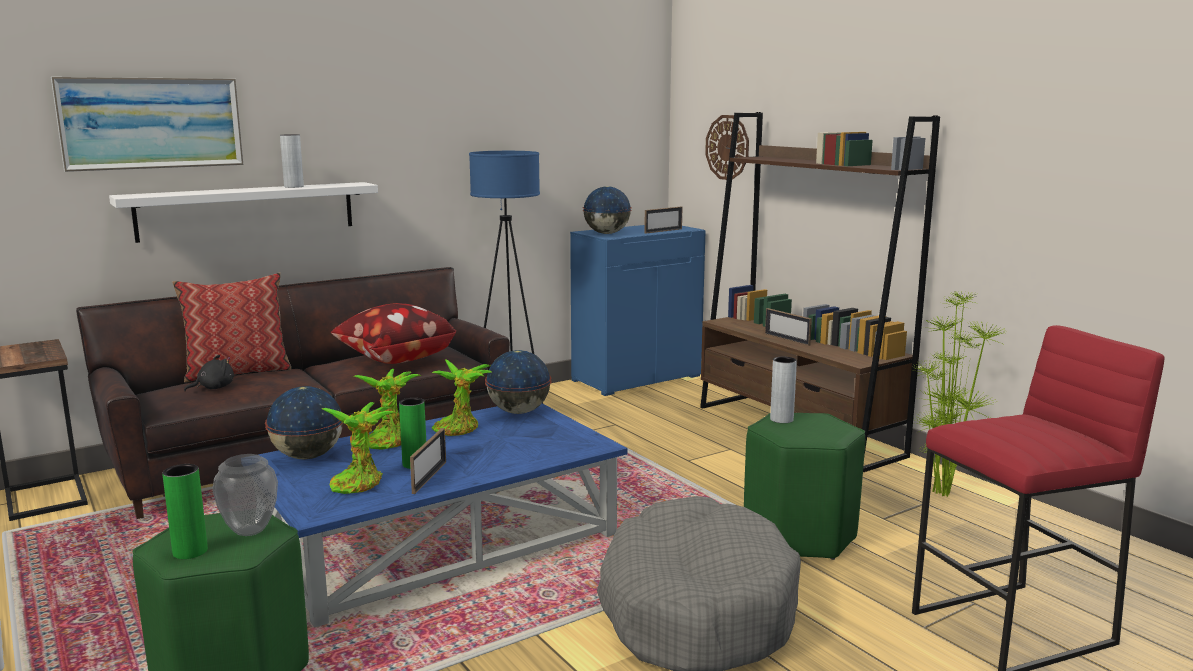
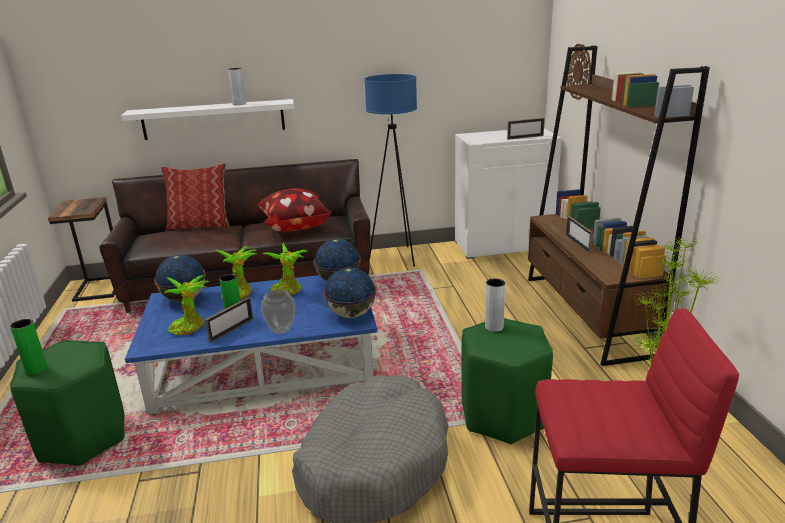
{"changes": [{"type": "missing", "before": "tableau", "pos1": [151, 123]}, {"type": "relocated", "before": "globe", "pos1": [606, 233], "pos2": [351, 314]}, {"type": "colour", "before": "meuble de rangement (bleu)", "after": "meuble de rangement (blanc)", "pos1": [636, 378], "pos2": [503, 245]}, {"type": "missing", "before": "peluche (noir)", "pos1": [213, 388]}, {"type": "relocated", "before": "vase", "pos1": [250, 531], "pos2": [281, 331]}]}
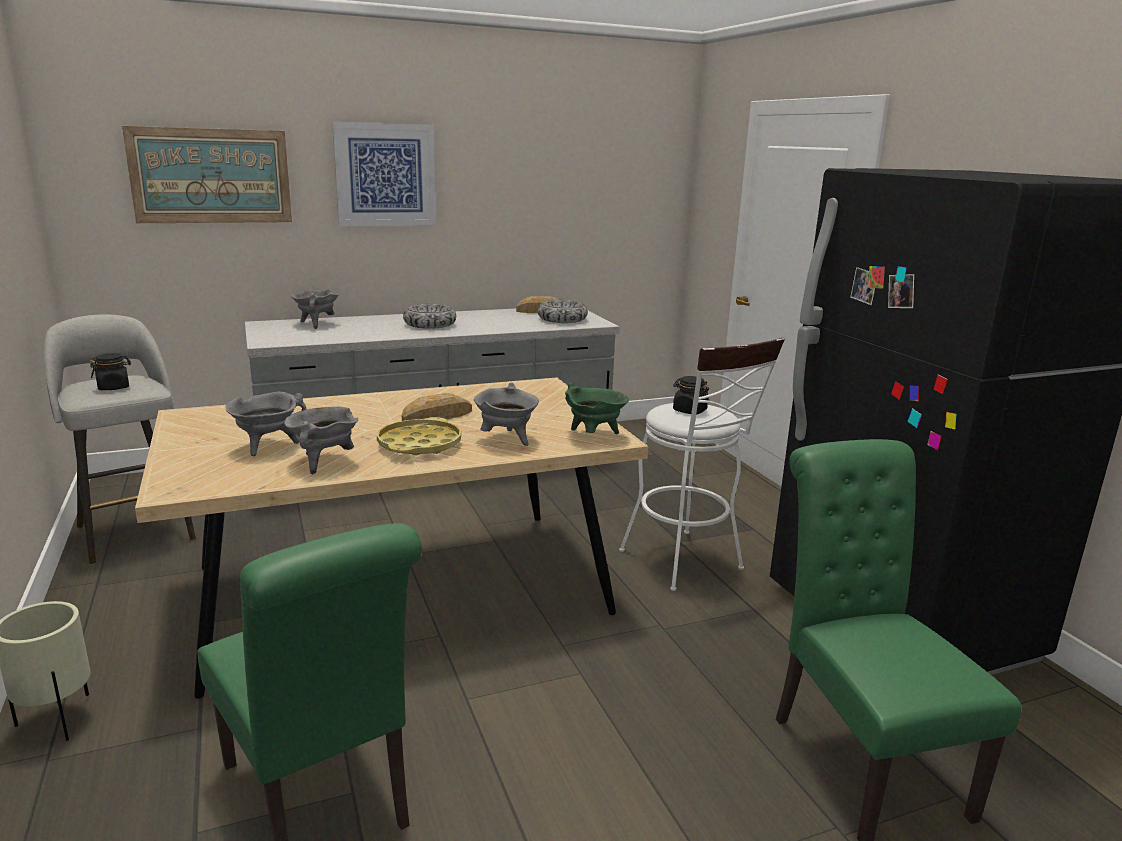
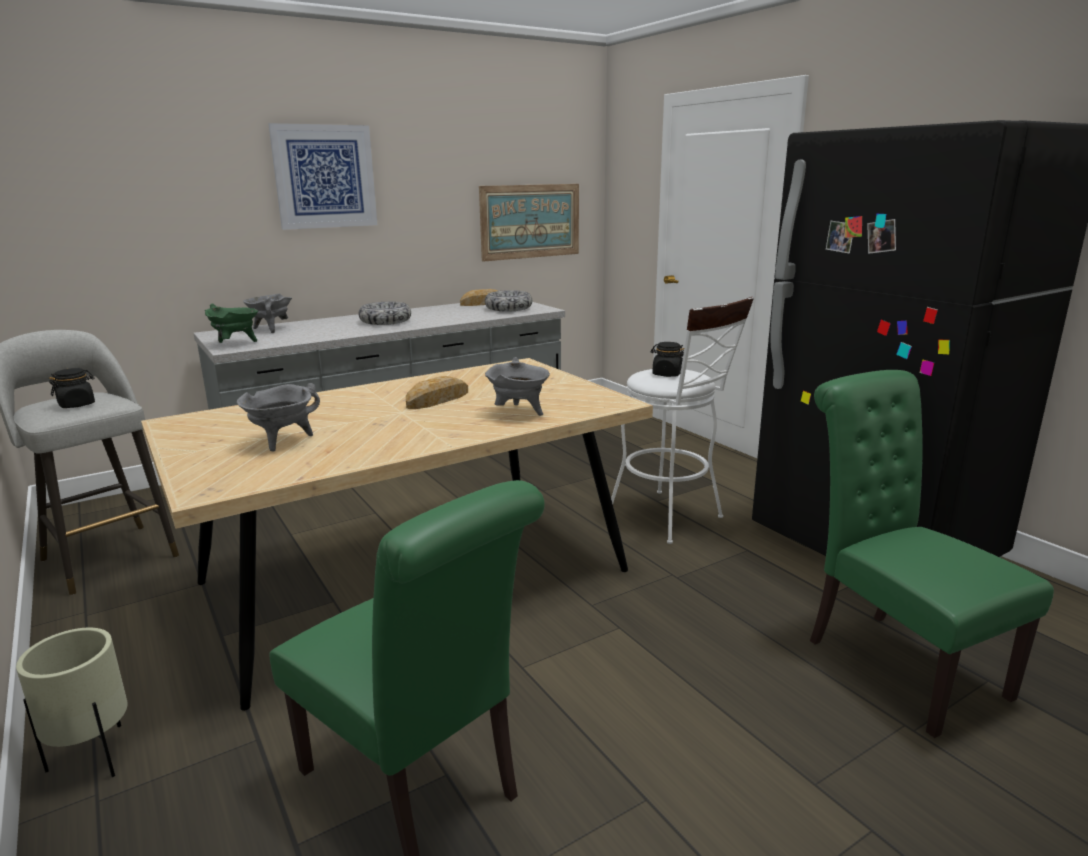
{"changes": [{"type": "relocated", "before": "tableau", "pos1": [211, 176], "pos2": [530, 221]}, {"type": "relocated", "before": "marmite (vert)", "pos1": [594, 436], "pos2": [235, 344]}, {"type": "missing", "before": "marmite (gris)", "pos1": [324, 462]}, {"type": "missing", "before": "plateau (jaune)", "pos1": [419, 445]}]}
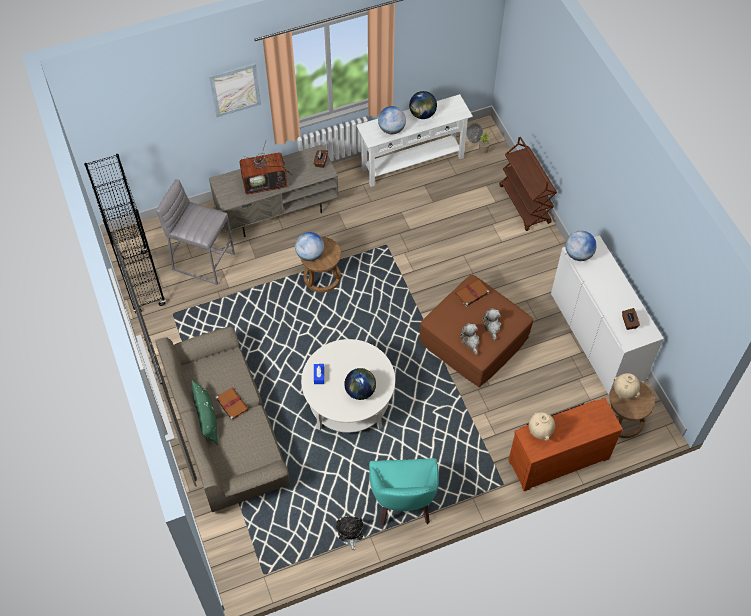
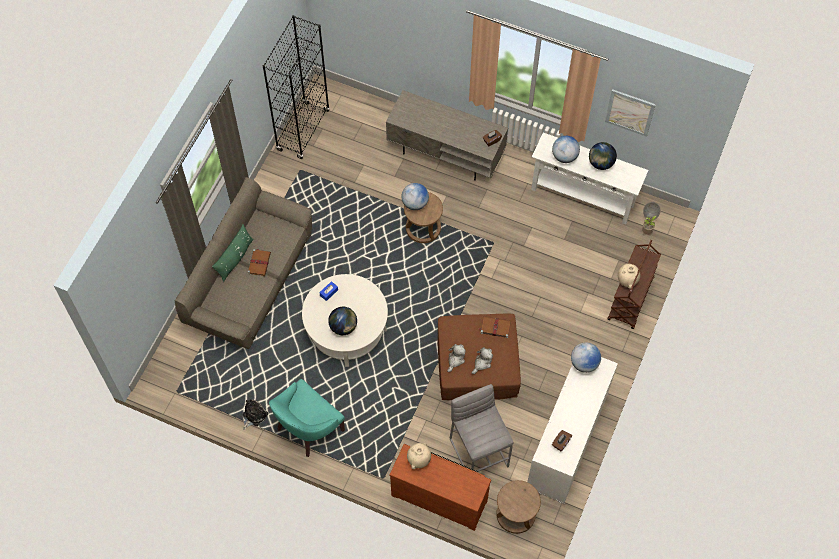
{"changes": [{"type": "relocated", "before": "tableau", "pos1": [235, 89], "pos2": [630, 112]}, {"type": "missing", "before": "téléviseur", "pos1": [266, 182]}, {"type": "relocated", "before": "tabouret (gris)", "pos1": [203, 261], "pos2": [479, 452]}, {"type": "relocated", "before": "vase (beige)", "pos1": [624, 392], "pos2": [627, 281]}]}
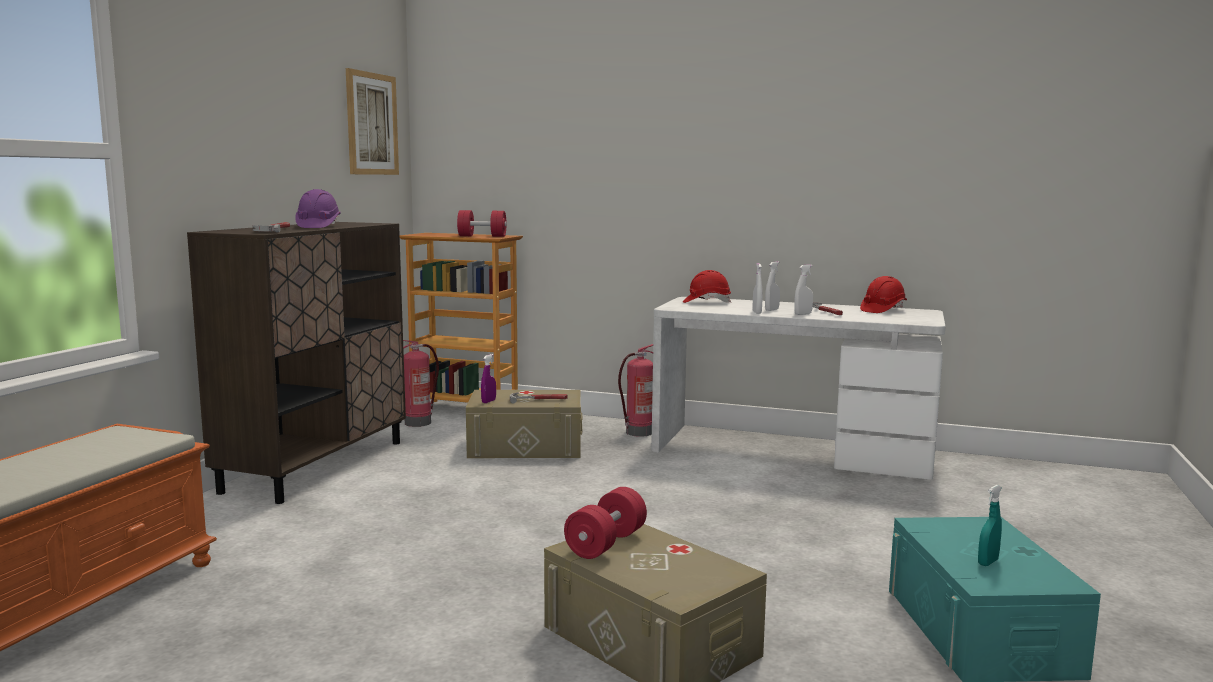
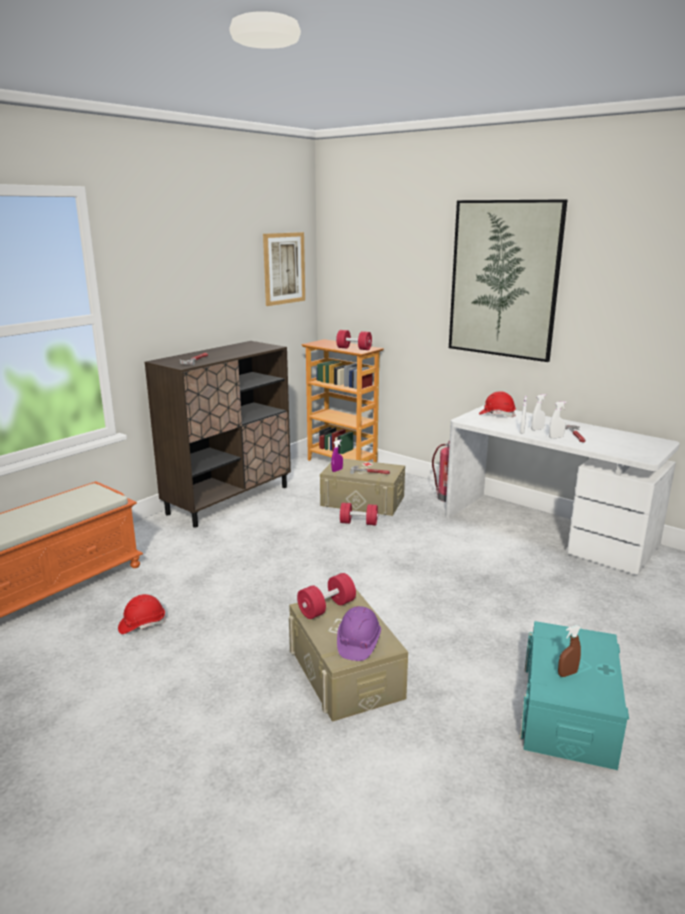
{"changes": [{"type": "relocated", "before": "casque de chantier (violet)", "pos1": [318, 227], "pos2": [358, 643]}, {"type": "relocated", "before": "casque de chantier (rouge)", "pos1": [882, 310], "pos2": [142, 624]}, {"type": "missing", "before": "extincteur", "pos1": [419, 422]}, {"type": "colour", "before": "vaporisateur (turquoise)", "after": "vaporisateur (marron)", "pos1": [988, 562], "pos2": [567, 673]}, {"type": "appeared", "after": "tableau", "pos2": [504, 280]}, {"type": "appeared", "after": "haltère (rouge)", "pos2": [358, 523]}]}
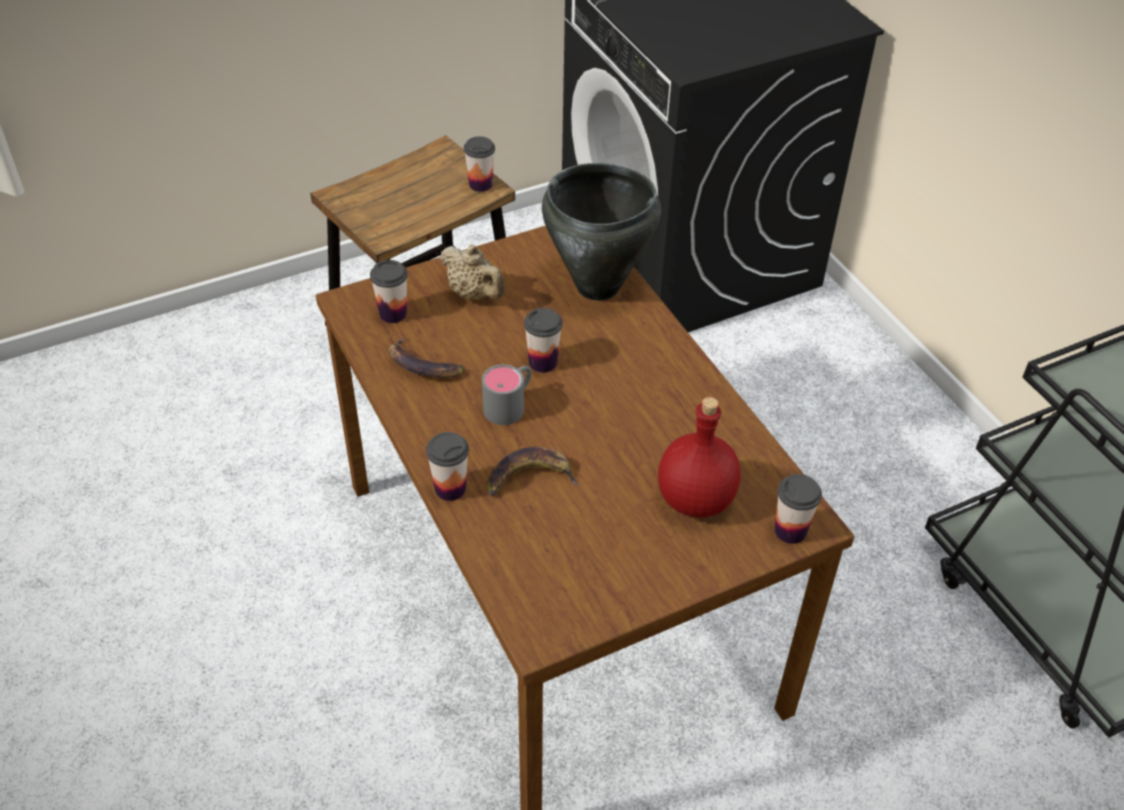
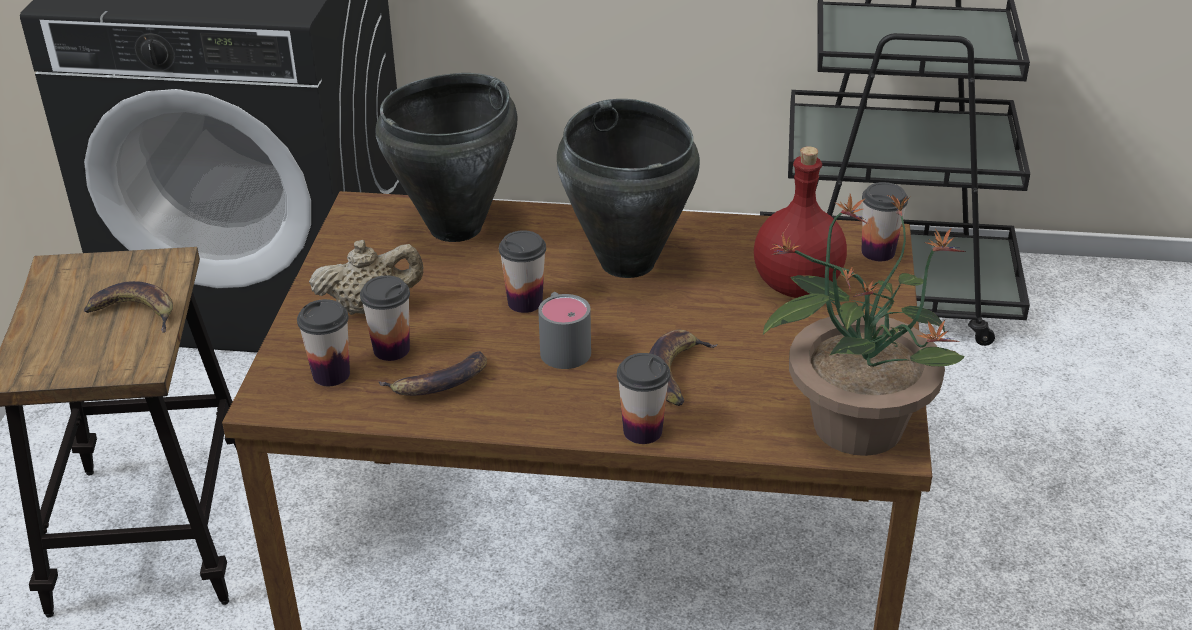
{"changes": [{"type": "relocated", "before": "tasse", "pos1": [480, 184], "pos2": [391, 349]}, {"type": "appeared", "after": "marmite (noir)", "pos2": [628, 262]}, {"type": "appeared", "after": "plante en pot", "pos2": [856, 424]}, {"type": "appeared", "after": "banane", "pos2": [135, 312]}]}
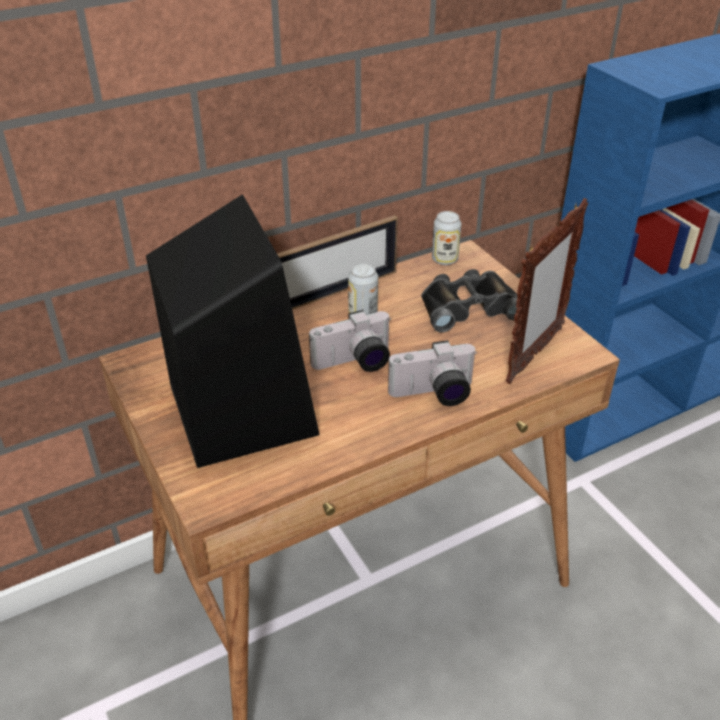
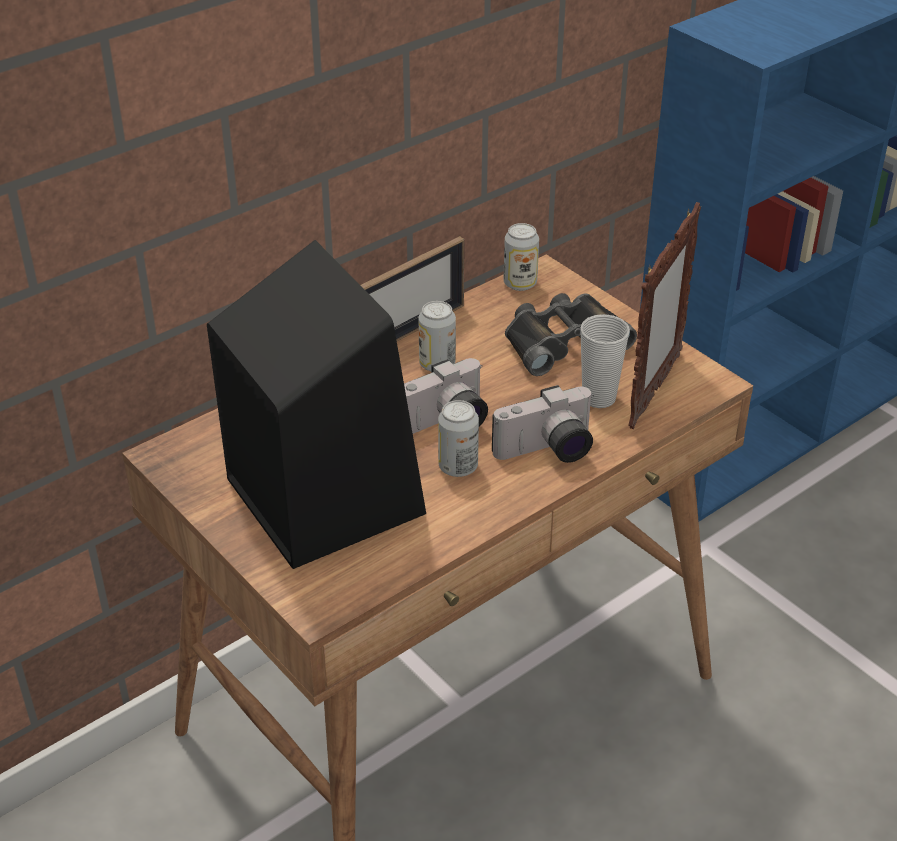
{"changes": [{"type": "appeared", "after": "tasse", "pos2": [599, 398]}, {"type": "appeared", "after": "boîte métallique", "pos2": [458, 467]}]}
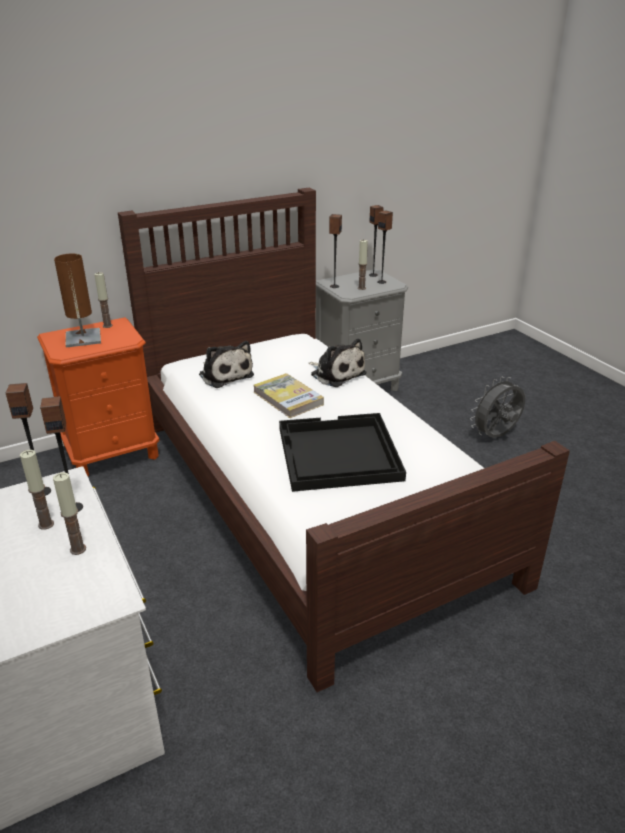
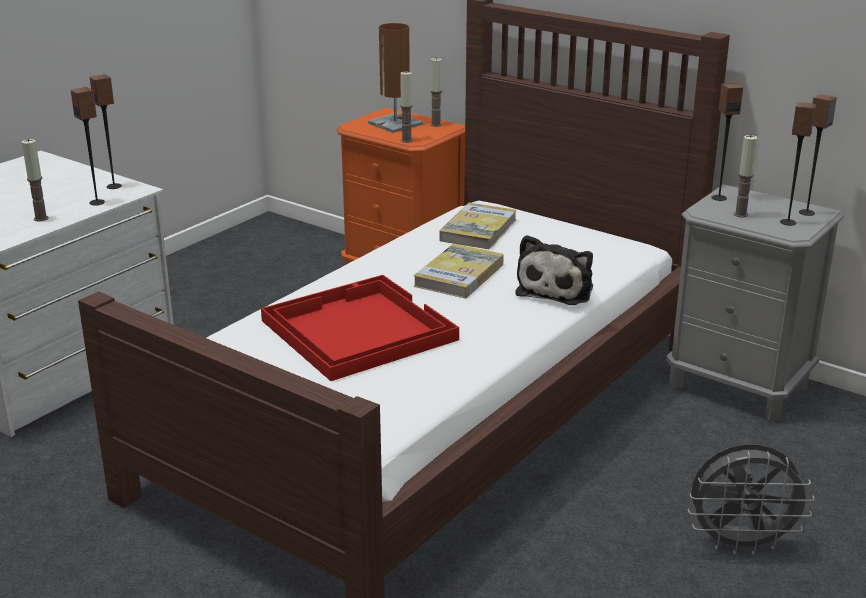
{"changes": [{"type": "exchanged", "before": "peluche", "after": "livre", "pos1": [225, 374], "pos2": [478, 230]}, {"type": "spun", "before": "ventilateur (gris)", "pos1": [495, 436], "pos2": [741, 544], "turn": 150}, {"type": "colour", "before": "plateau (noir)", "after": "plateau (rouge)", "pos1": [338, 454], "pos2": [356, 330]}, {"type": "relocated", "before": "bougie", "pos1": [46, 524], "pos2": [406, 140]}]}
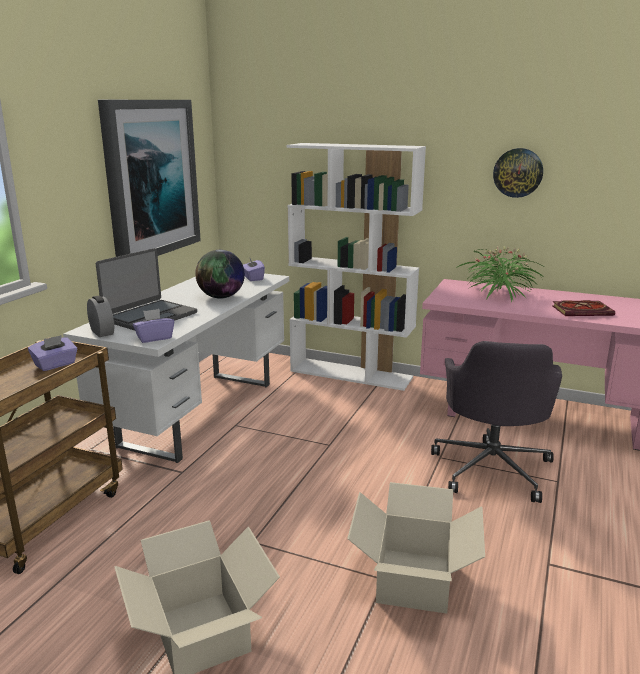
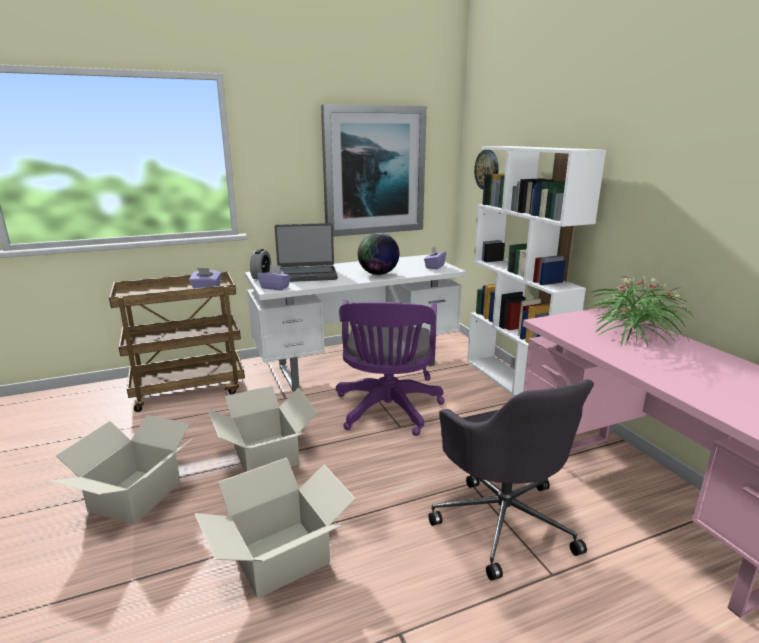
{"changes": [{"type": "relocated", "before": "horloge murale", "pos1": [518, 172], "pos2": [487, 169]}, {"type": "missing", "before": "livre", "pos1": [583, 311]}, {"type": "spun", "before": "chaise de bureau (gris)", "pos1": [492, 468], "pos2": [503, 520], "turn": -75}, {"type": "appeared", "after": "chaise de bureau (violet)", "pos2": [387, 411]}, {"type": "appeared", "after": "carton", "pos2": [266, 455]}]}
